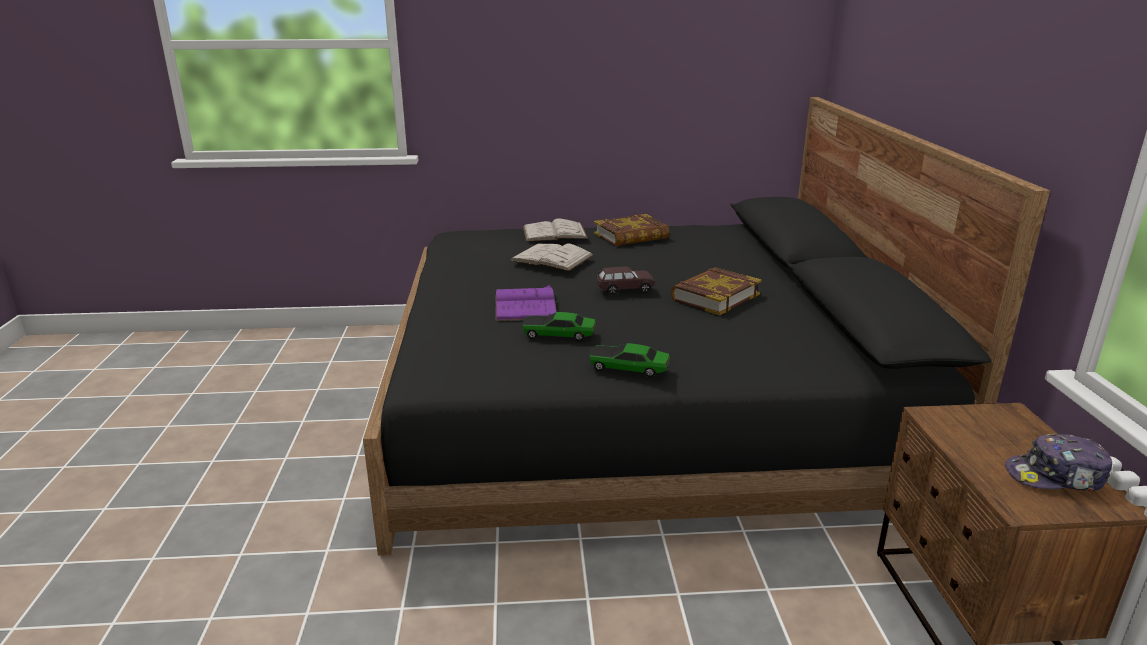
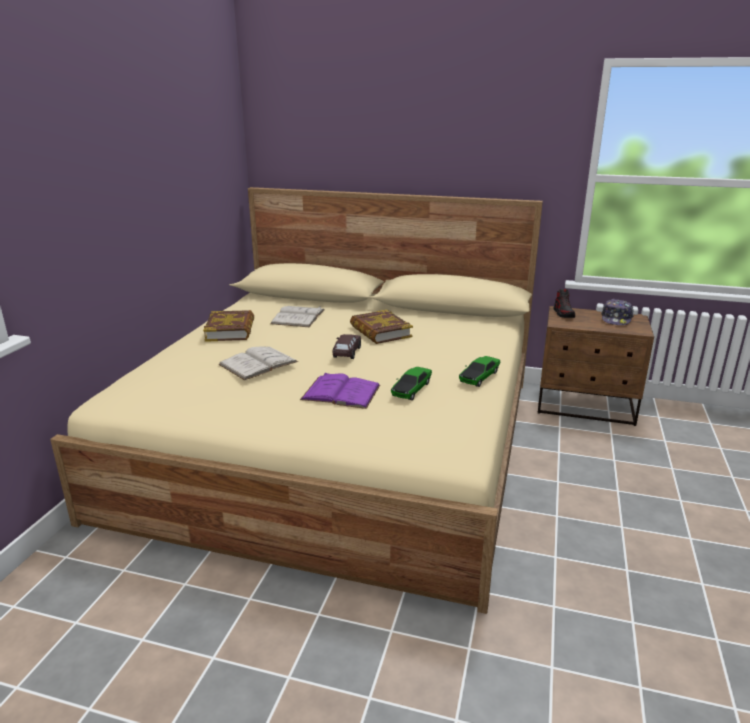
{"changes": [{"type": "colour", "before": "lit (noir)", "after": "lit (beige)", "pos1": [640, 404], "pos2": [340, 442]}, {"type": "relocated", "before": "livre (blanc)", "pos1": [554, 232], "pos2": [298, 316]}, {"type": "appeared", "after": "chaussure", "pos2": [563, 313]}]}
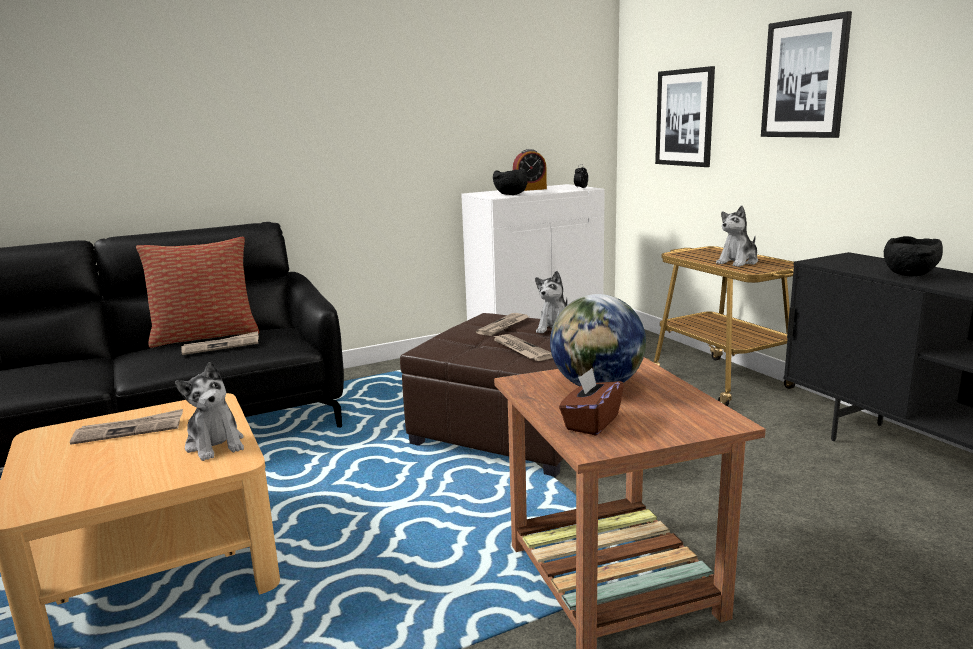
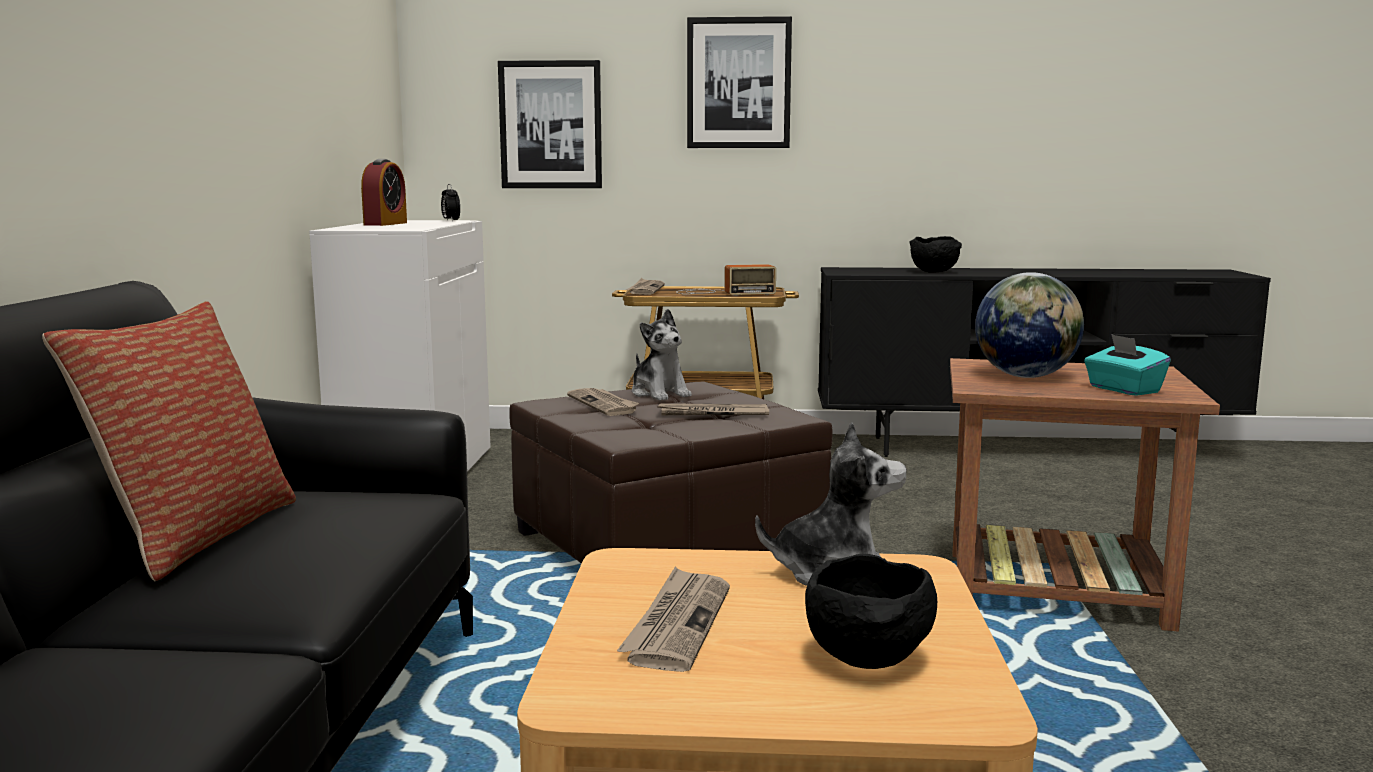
{"changes": [{"type": "relocated", "before": "bol (noir)", "pos1": [510, 195], "pos2": [870, 661]}, {"type": "exchanged", "before": "peluche", "after": "radio", "pos1": [738, 262], "pos2": [721, 293]}, {"type": "relocated", "before": "journal", "pos1": [221, 346], "pos2": [645, 290]}, {"type": "colour", "before": "boîte à mouchoirs (marron)", "after": "boîte à mouchoirs (turquoise)", "pos1": [591, 423], "pos2": [1123, 390]}]}
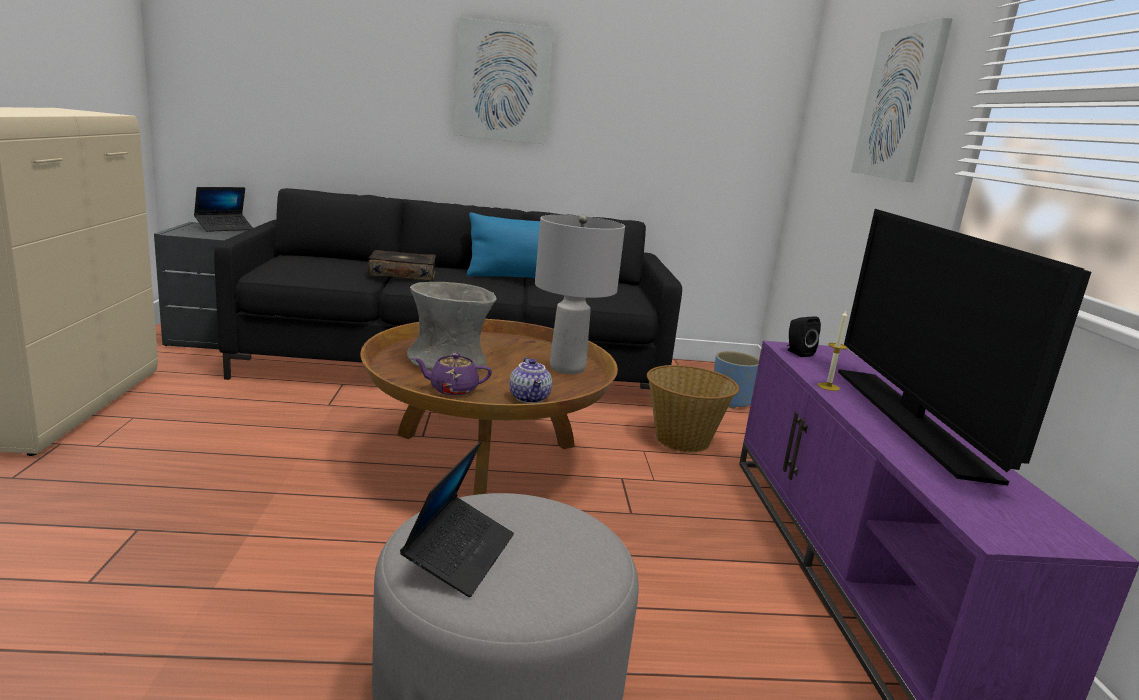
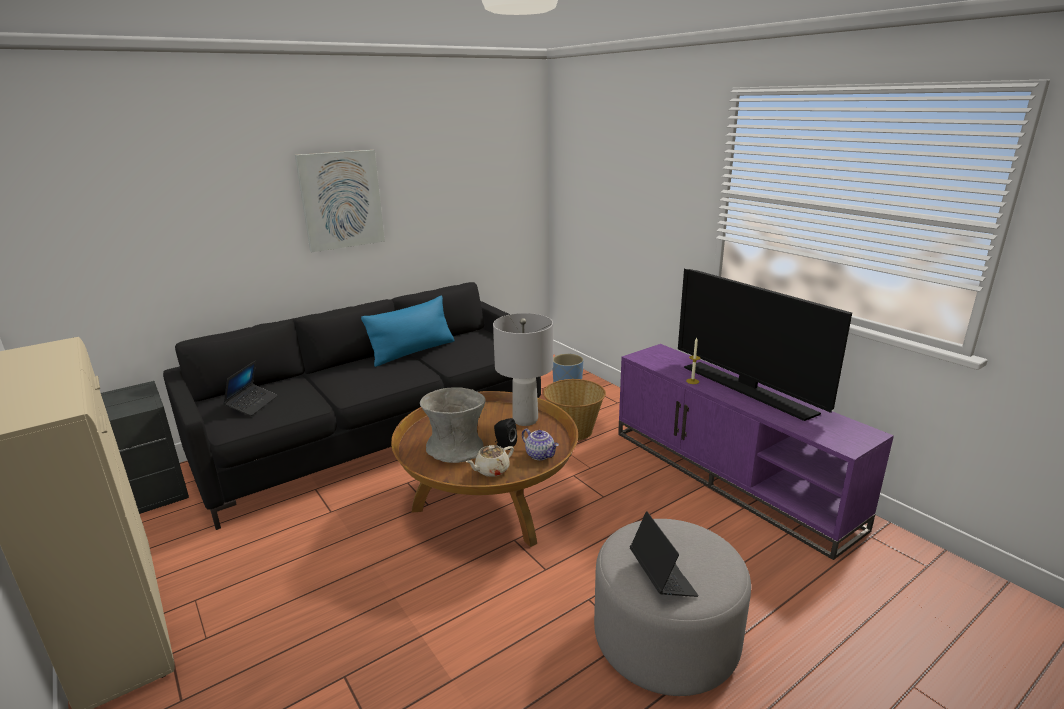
{"changes": [{"type": "missing", "before": "tableau", "pos1": [900, 104]}, {"type": "relocated", "before": "ordinateur portable", "pos1": [224, 228], "pos2": [252, 404]}, {"type": "missing", "before": "livre", "pos1": [403, 274]}, {"type": "relocated", "before": "enceinte (noir)", "pos1": [797, 353], "pos2": [504, 445]}, {"type": "colour", "before": "théière (violet)", "after": "théière (beige)", "pos1": [452, 389], "pos2": [491, 470]}]}
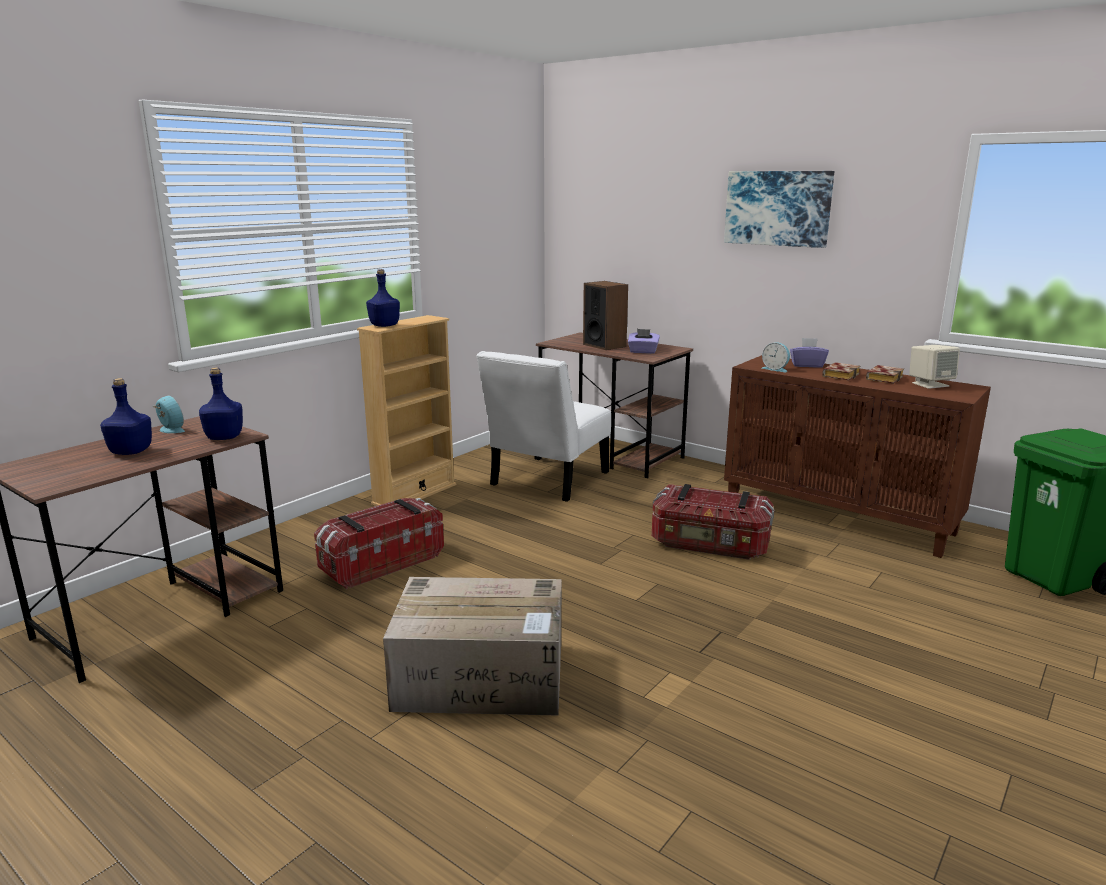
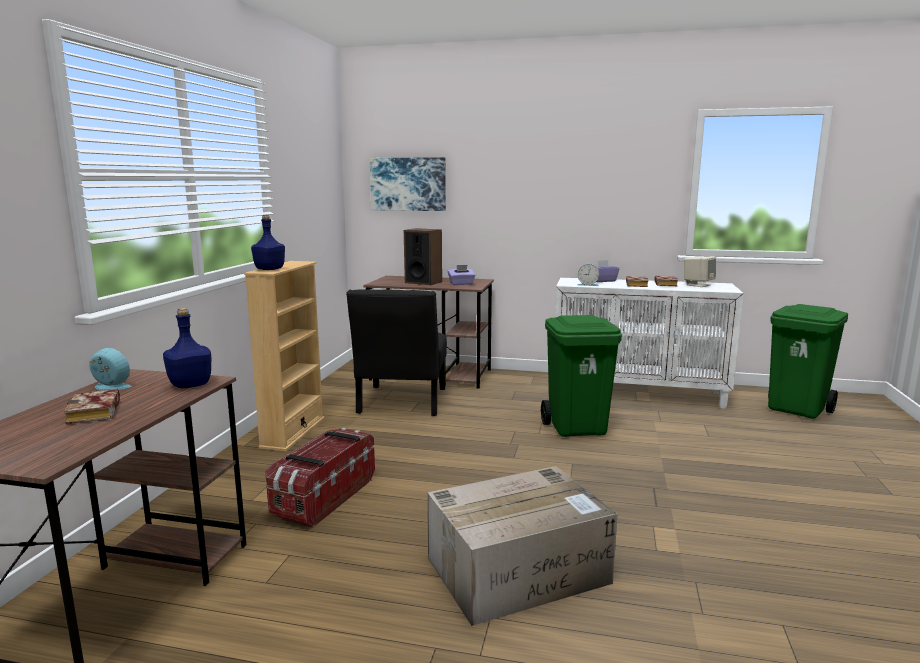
{"changes": [{"type": "relocated", "before": "tableau", "pos1": [778, 208], "pos2": [408, 184]}, {"type": "colour", "before": "chaise (blanc)", "after": "chaise (noir)", "pos1": [546, 481], "pos2": [401, 403]}, {"type": "colour", "before": "meuble de rangement (marron)", "after": "meuble de rangement (blanc)", "pos1": [839, 517], "pos2": [638, 393]}, {"type": "exchanged", "before": "bouteille (bleu)", "after": "livre", "pos1": [130, 452], "pos2": [96, 413]}, {"type": "exchanged", "before": "boîte de rangement", "after": "poubelle (vert)", "pos1": [710, 545], "pos2": [577, 428]}]}
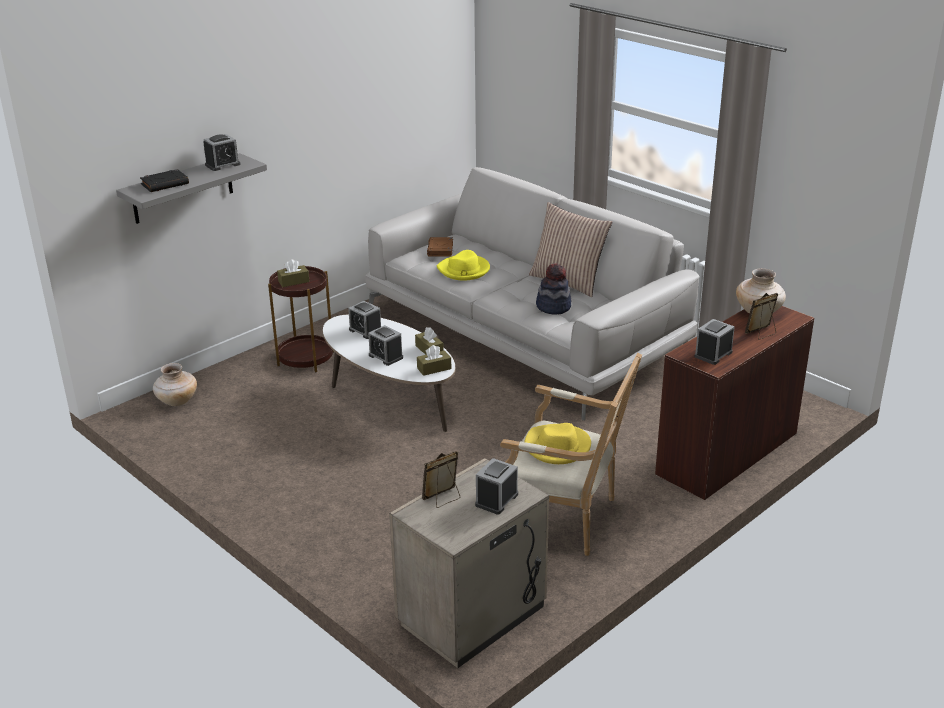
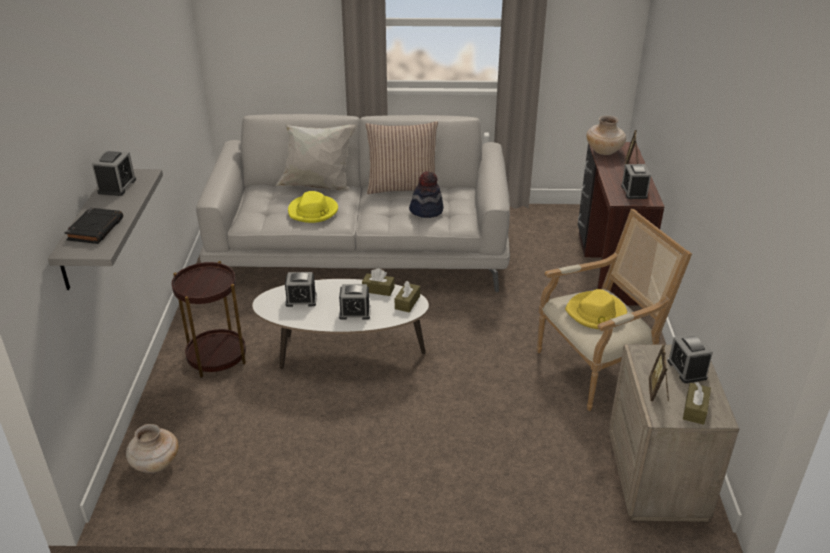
{"changes": [{"type": "missing", "before": "livre (marron)", "pos1": [440, 250]}, {"type": "relocated", "before": "boîte à mouchoirs (marron)", "pos1": [293, 281], "pos2": [695, 409]}, {"type": "appeared", "after": "coussin (blanc)", "pos2": [318, 186]}]}
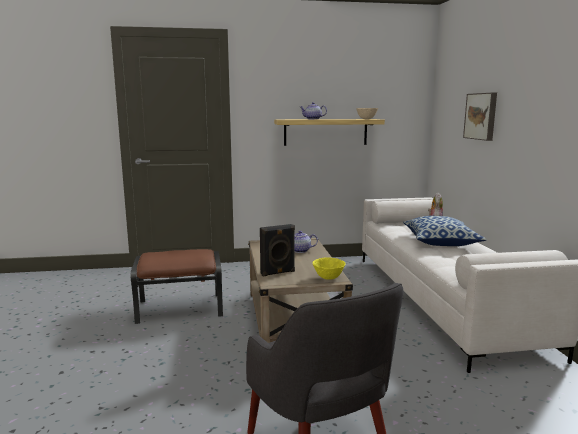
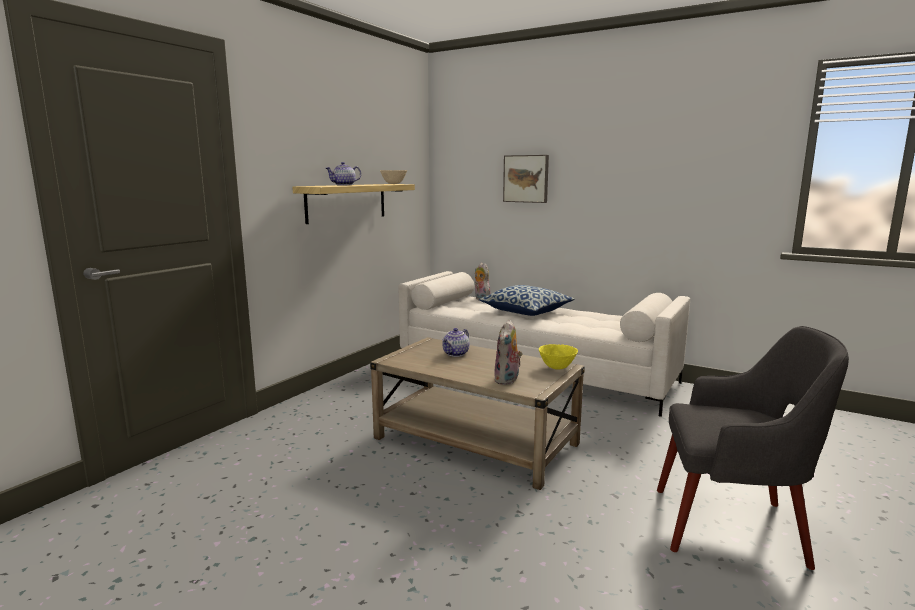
{"changes": [{"type": "exchanged", "before": "enceinte (noir)", "after": "peluche", "pos1": [278, 273], "pos2": [507, 380]}, {"type": "missing", "before": "pouf (marron)", "pos1": [181, 308]}]}
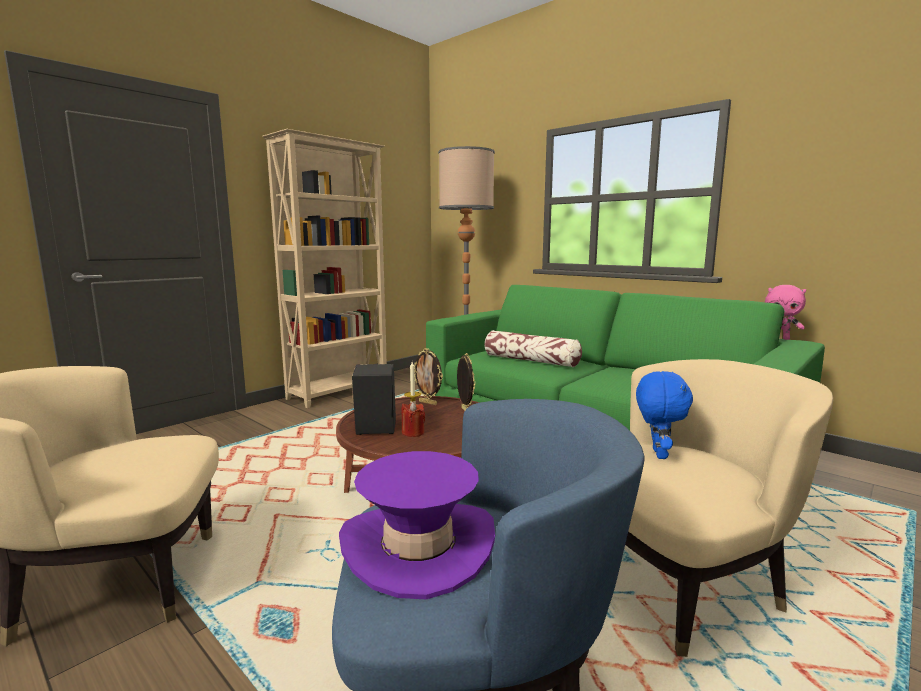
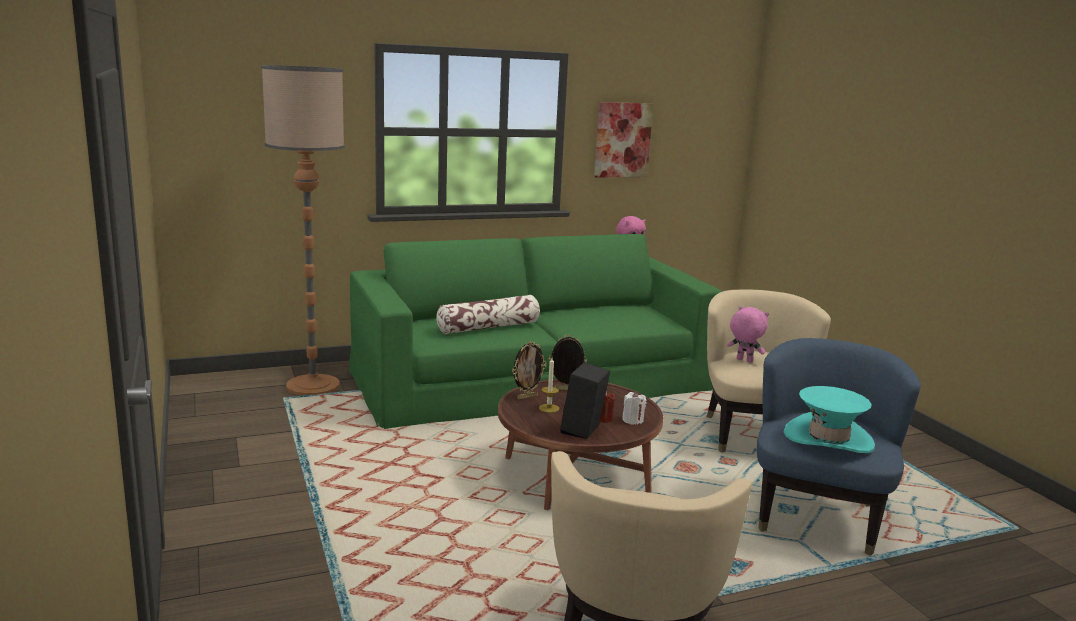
{"changes": [{"type": "missing", "before": "bibliothèque (beige)", "pos1": [340, 392]}, {"type": "colour", "before": "peluche (bleu)", "after": "peluche (rose)", "pos1": [657, 454], "pos2": [744, 360]}, {"type": "colour", "before": "chapeau (violet)", "after": "chapeau (turquoise)", "pos1": [418, 546], "pos2": [828, 438]}, {"type": "appeared", "after": "tableau", "pos2": [622, 140]}, {"type": "appeared", "after": "bougie (blanc)", "pos2": [633, 420]}]}
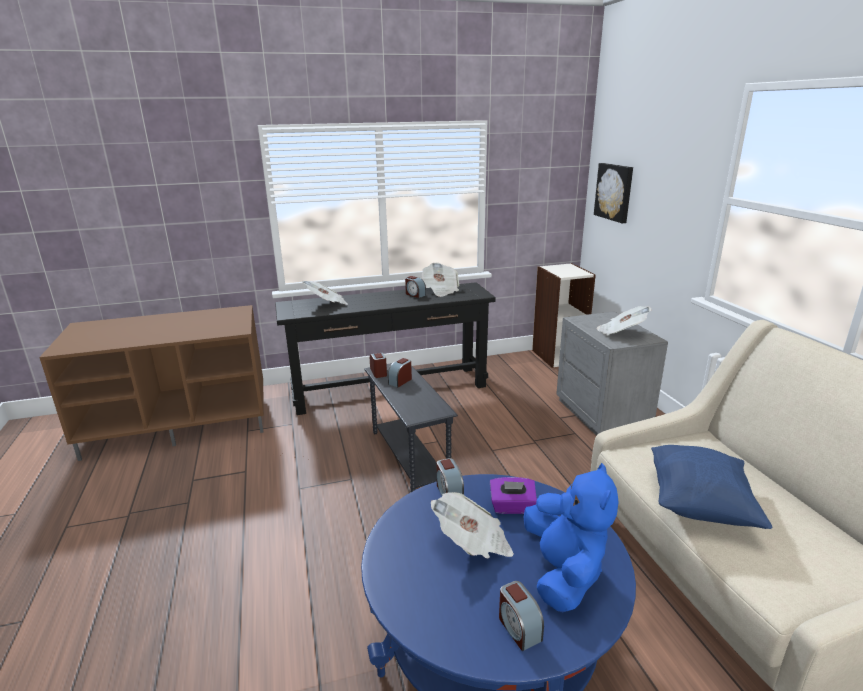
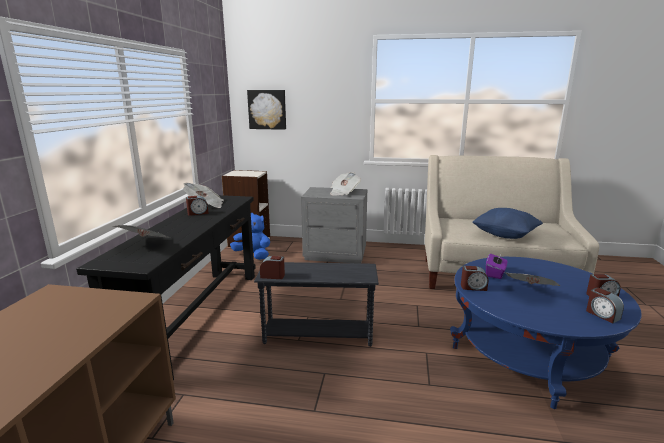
{"changes": [{"type": "relocated", "before": "réveil", "pos1": [400, 381], "pos2": [602, 315]}, {"type": "relocated", "before": "peluche (bleu)", "pos1": [564, 573], "pos2": [253, 255]}]}
